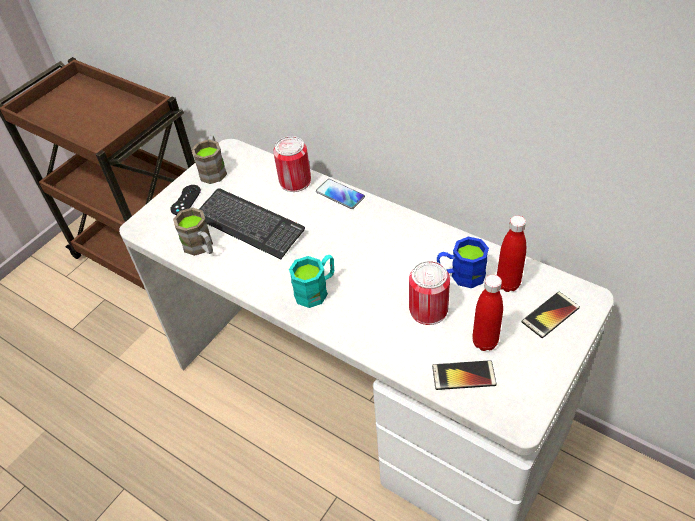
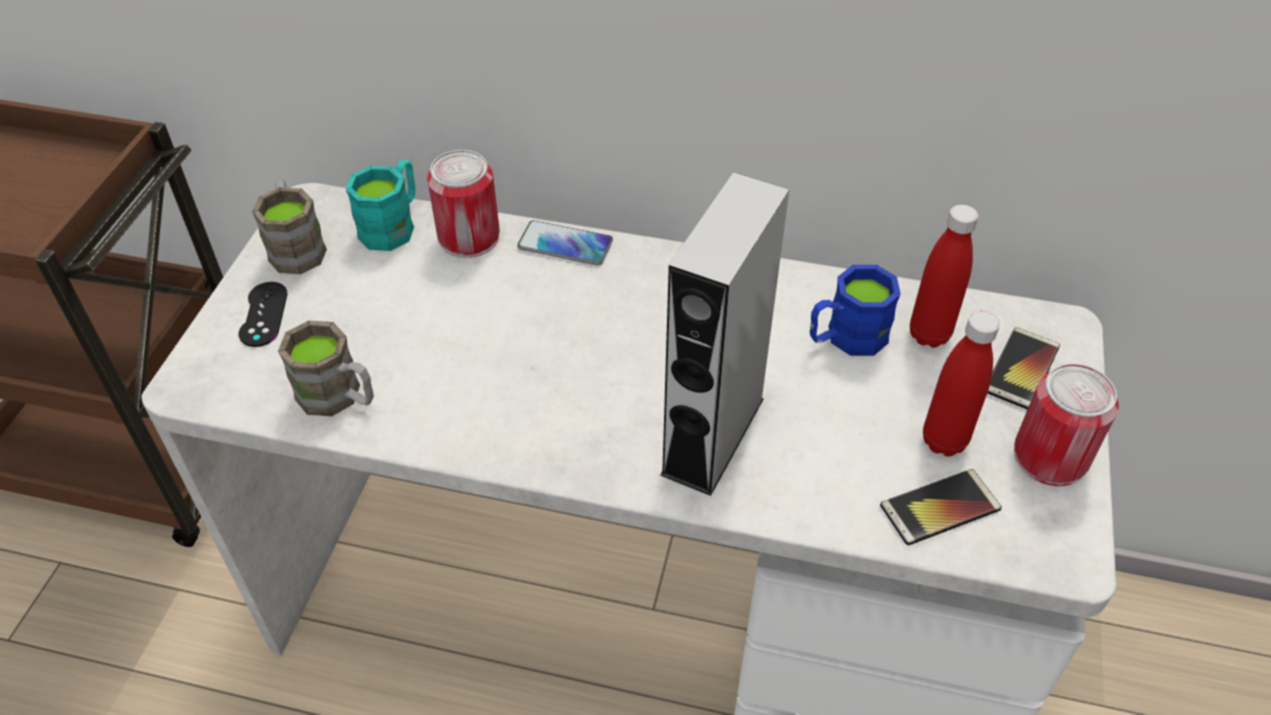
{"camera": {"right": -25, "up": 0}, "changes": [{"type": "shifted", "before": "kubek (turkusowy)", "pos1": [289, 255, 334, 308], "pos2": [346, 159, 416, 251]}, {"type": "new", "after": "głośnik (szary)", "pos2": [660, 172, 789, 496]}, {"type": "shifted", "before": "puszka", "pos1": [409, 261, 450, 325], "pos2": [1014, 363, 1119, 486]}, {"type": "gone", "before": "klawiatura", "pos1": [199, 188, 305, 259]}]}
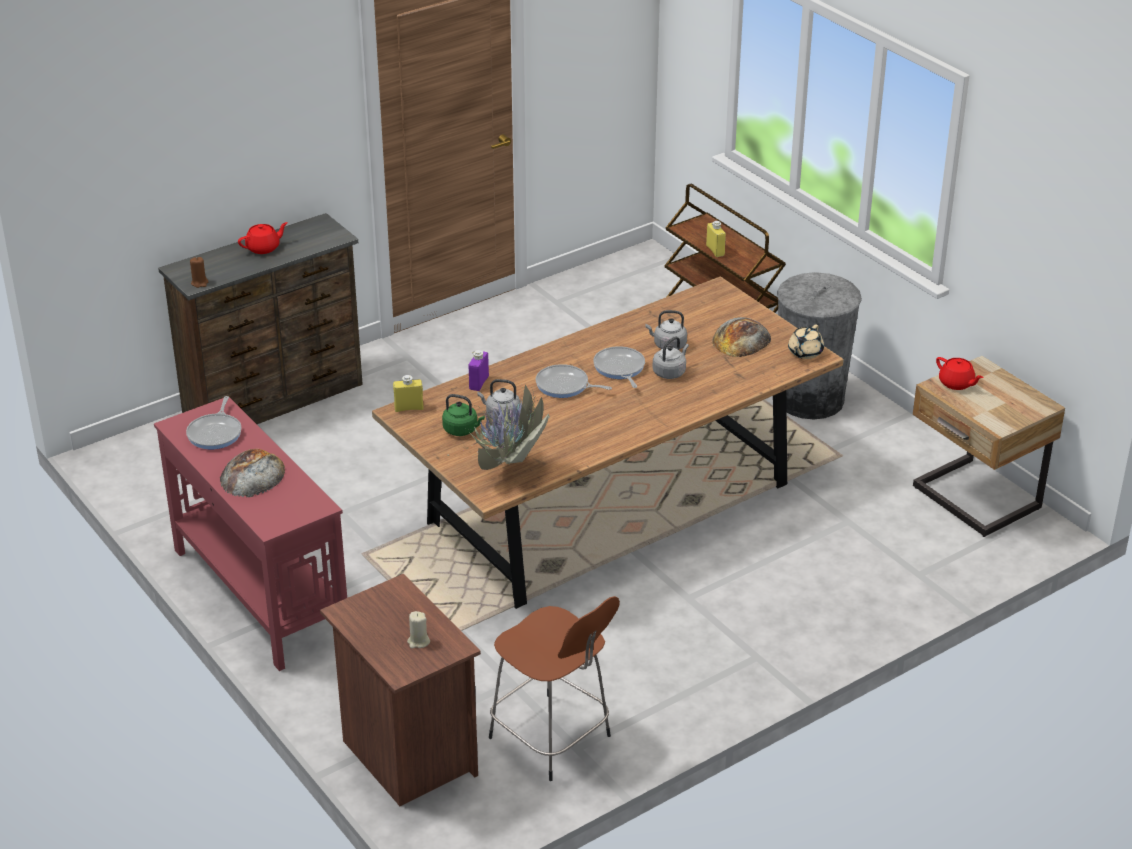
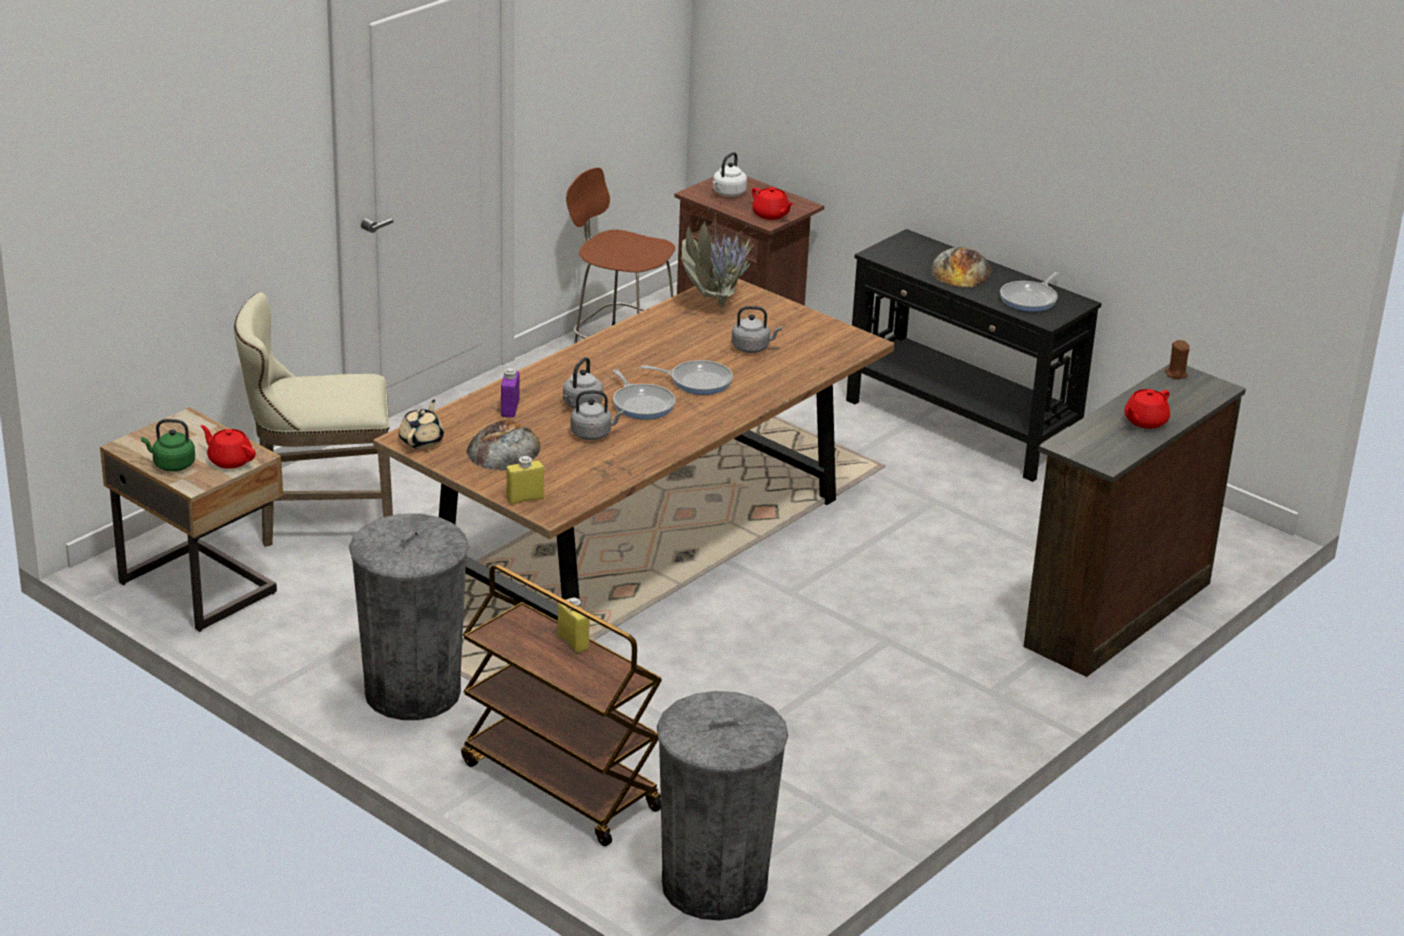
{"camera": {"right": 165, "up": -5}, "changes": [{"type": "shifted", "before": "czajnik (zielony)", "pos1": [442, 394, 485, 436], "pos2": [141, 419, 195, 471]}, {"type": "new", "after": "stołek (beżowy)", "pos2": [234, 293, 393, 547]}, {"type": "shifted", "before": "butelka (fioletowy)", "pos1": [469, 350, 489, 391], "pos2": [501, 368, 519, 418]}, {"type": "shifted", "before": "butelka (żółty)", "pos1": [393, 375, 424, 412], "pos2": [506, 456, 544, 505]}, {"type": "new", "after": "kosz na śmieci (szary)", "pos2": [657, 691, 788, 921]}, {"type": "swapped", "before": "świeca (beżowy)", "after": "czajnik (biały)", "pos1": [407, 611, 430, 648], "pos2": [712, 152, 747, 197]}, {"type": "new", "after": "imbryk (czerwony)", "pos2": [752, 187, 794, 220]}, {"type": "repainted", "before": "stolik konsolowy (czerwony)", "after": "stolik konsolowy (czarny)", "pos1": [154, 396, 347, 671], "pos2": [846, 229, 1102, 482]}, {"type": "rotated", "before": "patelnia", "pos1": [186, 396, 242, 449], "pos2": [1000, 272, 1060, 312], "turn": -135}]}
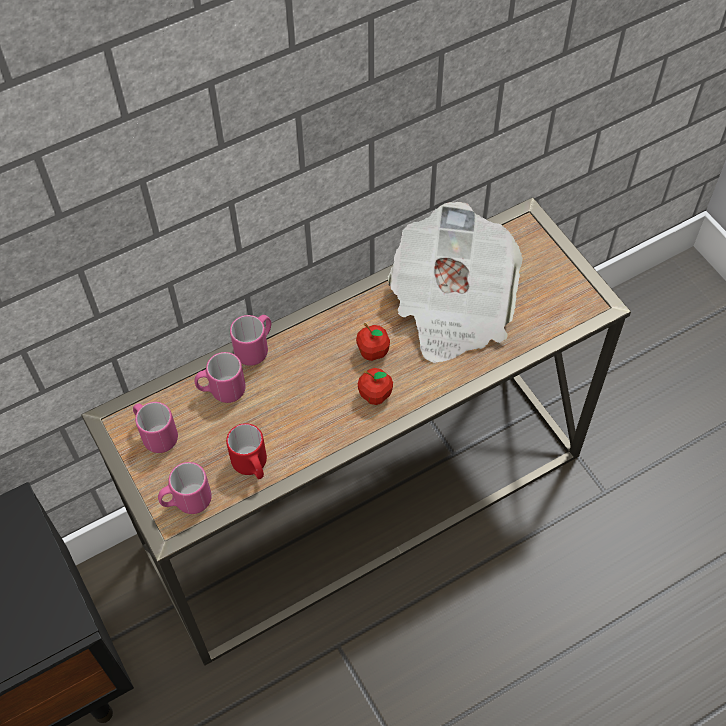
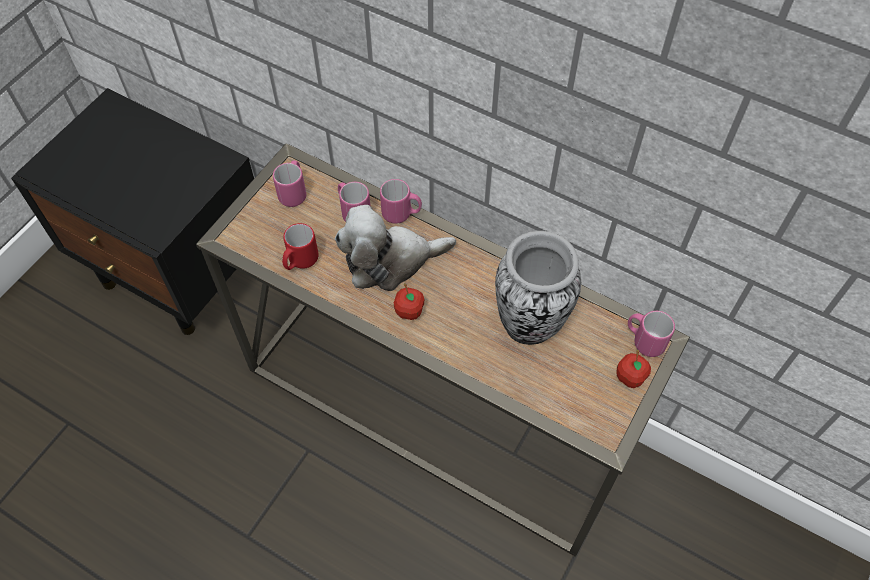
{"camera": {"right": 60, "up": 0}, "changes": [{"type": "new", "after": "pluszak", "pos2": [335, 205, 456, 291]}, {"type": "swapped", "before": "gazeta", "after": "wazon", "pos1": [388, 202, 523, 363], "pos2": [495, 231, 581, 345]}, {"type": "shifted", "before": "jabłko", "pos1": [356, 323, 390, 361], "pos2": [616, 350, 651, 388]}, {"type": "shifted", "before": "kubek (różowy)", "pos1": [158, 462, 212, 514], "pos2": [628, 311, 675, 357]}]}
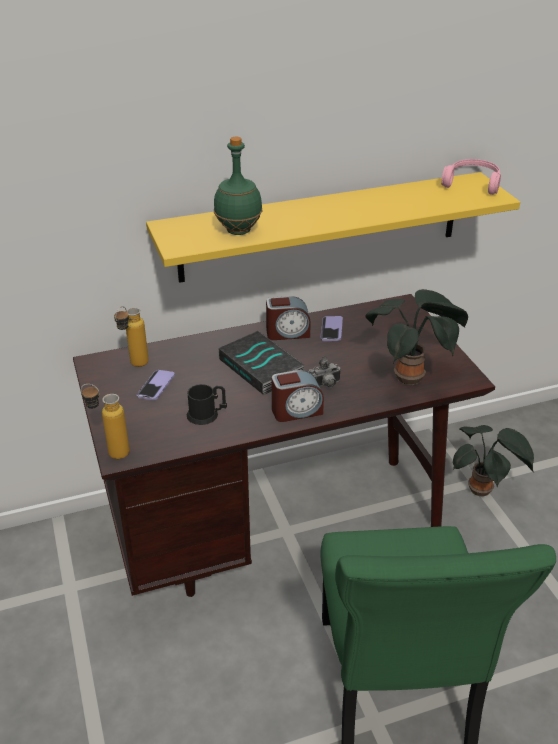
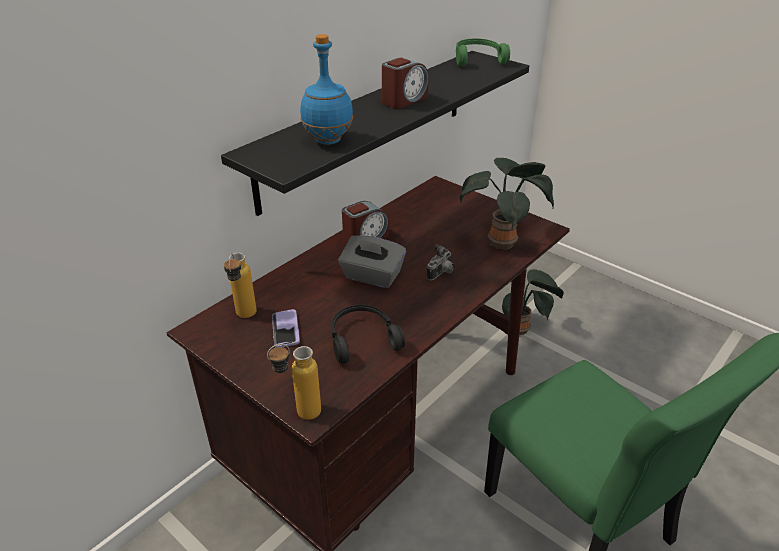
{"camera": {"right": -30, "up": 0}, "changes": [{"type": "repainted", "before": "półka (żółty)", "after": "półka (czarny)", "pos1": [146, 172, 520, 283], "pos2": [221, 51, 529, 216]}, {"type": "repainted", "before": "butelka (zielony)", "after": "butelka (niebieski)", "pos1": [214, 137, 262, 235], "pos2": [300, 34, 353, 145]}, {"type": "swapped", "before": "kubek (czarny)", "after": "słuchawki (czarny)", "pos1": [187, 384, 227, 425], "pos2": [332, 304, 405, 363]}, {"type": "swapped", "before": "książka", "after": "pudełko chusteczek (szary)", "pos1": [218, 331, 304, 395], "pos2": [338, 235, 406, 288]}, {"type": "shifted", "before": "budzik", "pos1": [272, 370, 324, 422], "pos2": [382, 58, 429, 109]}, {"type": "repainted", "before": "słuchawki (różowy)", "after": "słuchawki (zielony)", "pos1": [441, 159, 501, 195], "pos2": [456, 38, 510, 66]}, {"type": "gone", "before": "telefon", "pos1": [320, 316, 343, 341]}]}
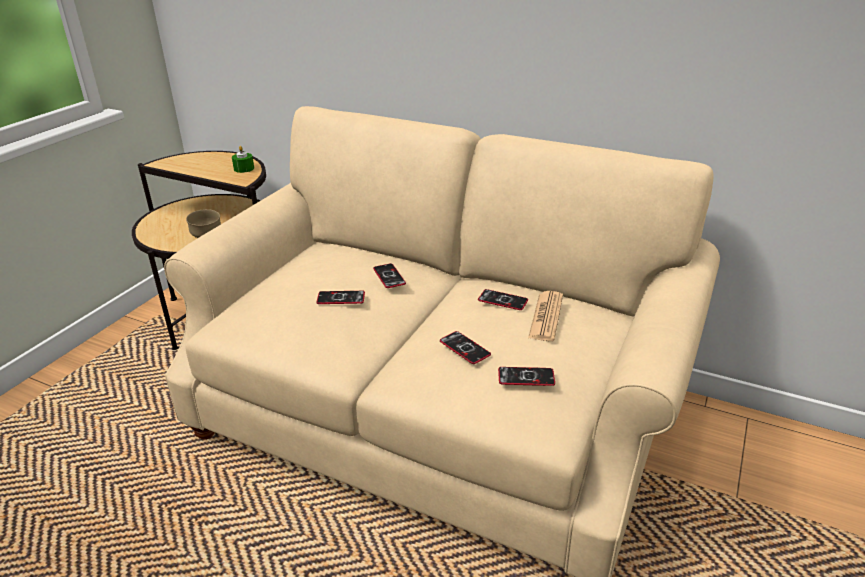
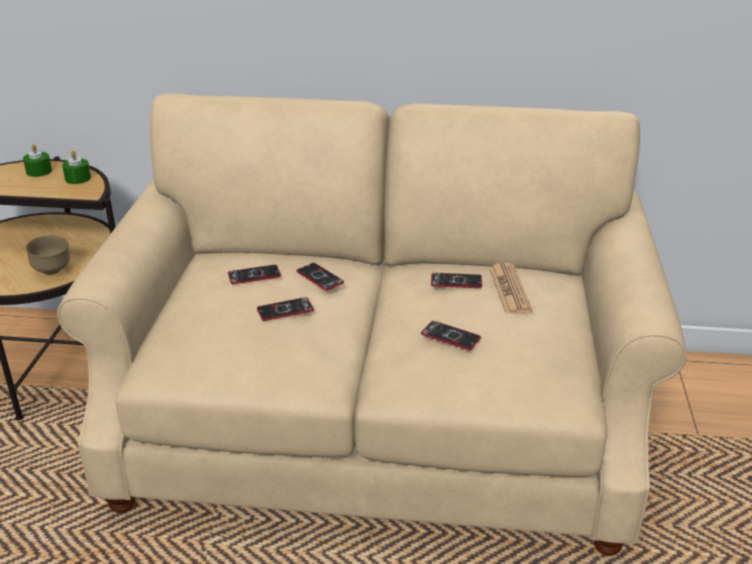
{"camera": {"right": -20, "up": 0}, "changes": [{"type": "new", "after": "świeca (zielony)", "pos2": [23, 144, 52, 177]}, {"type": "shifted", "before": "telefon", "pos1": [498, 367, 555, 386], "pos2": [228, 265, 281, 284]}]}
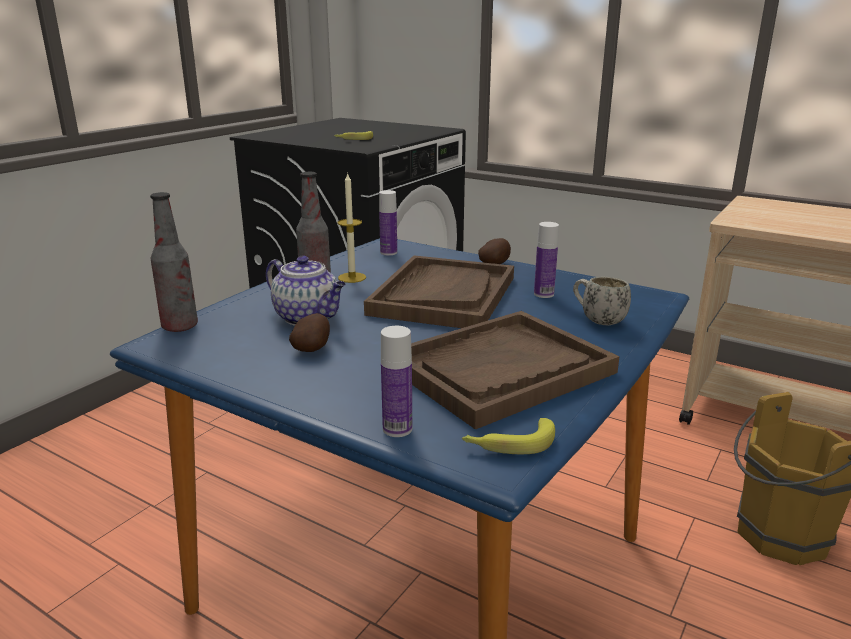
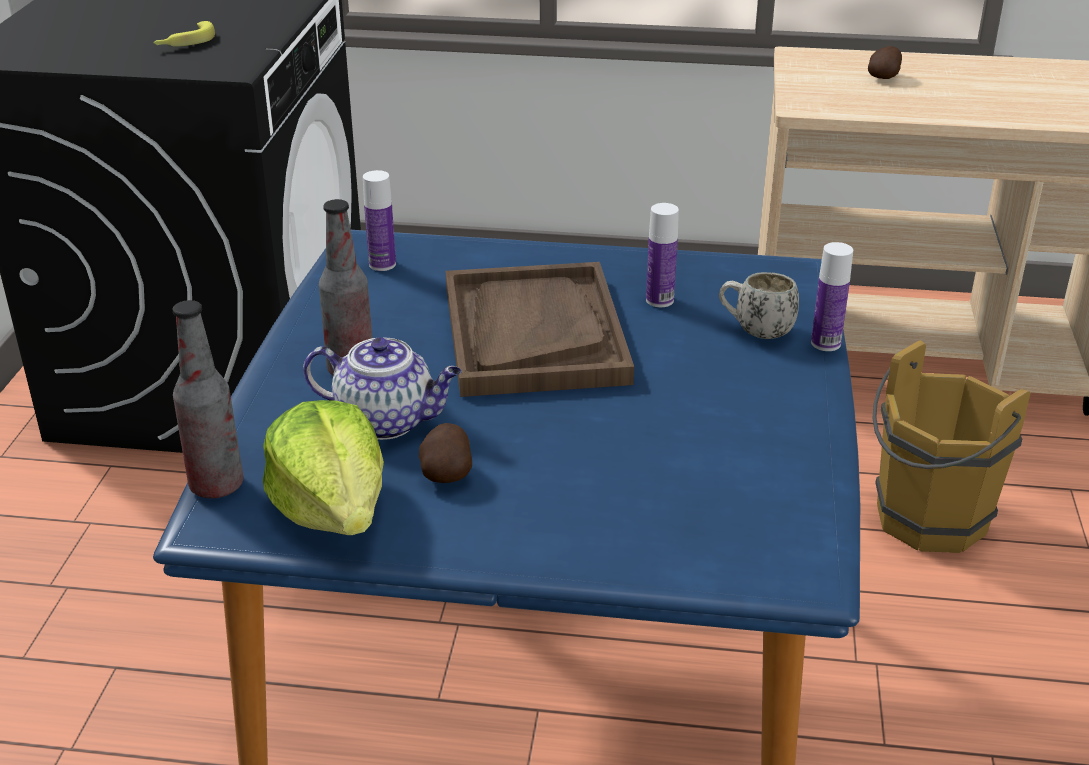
{"camera": {"right": -25, "up": 10}, "changes": [{"type": "new", "after": "sałata", "pos2": [263, 400, 384, 535]}, {"type": "shifted", "before": "butelka", "pos1": [381, 326, 412, 437], "pos2": [811, 242, 853, 351]}, {"type": "shifted", "before": "ziemniak", "pos1": [478, 238, 511, 264], "pos2": [868, 46, 902, 79]}, {"type": "gone", "before": "świeca", "pos1": [338, 172, 366, 283]}, {"type": "gone", "before": "taca (brązowy)", "pos1": [411, 311, 620, 430]}, {"type": "gone", "before": "banan", "pos1": [462, 418, 555, 454]}]}
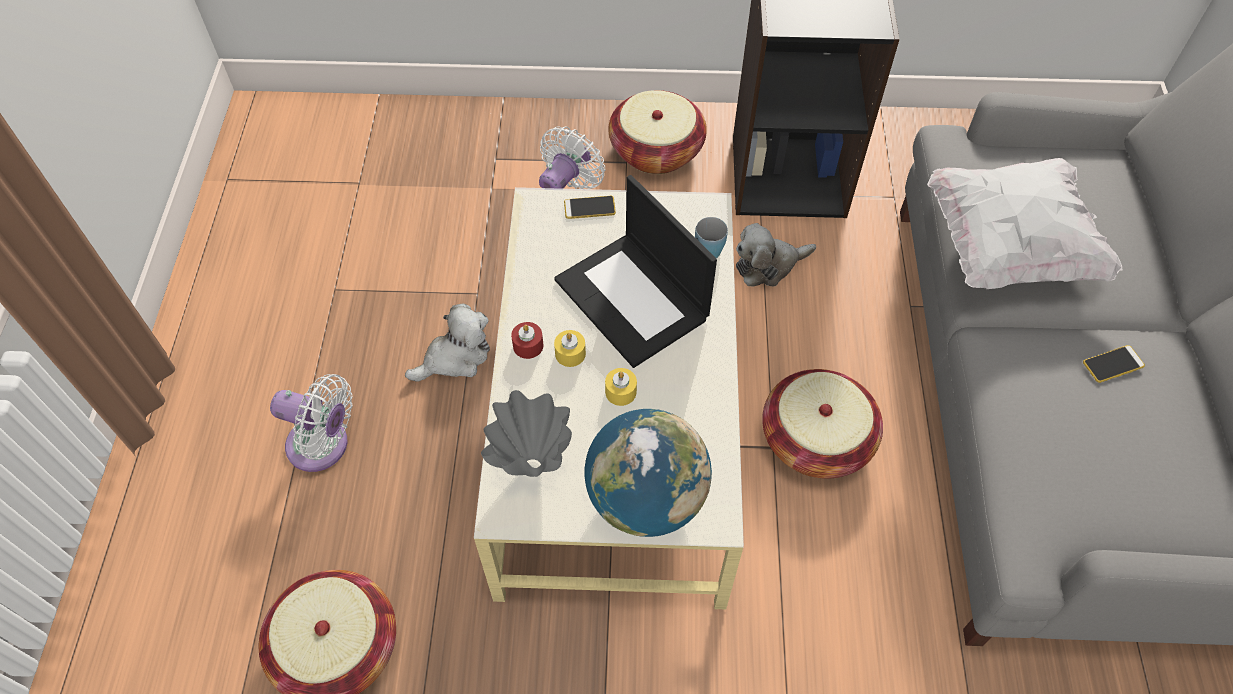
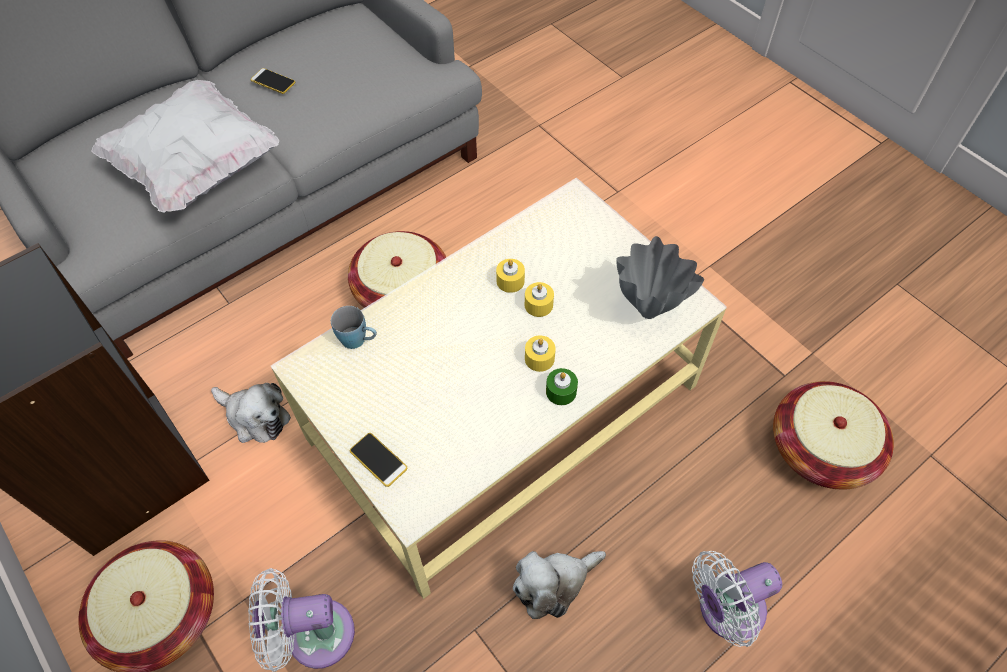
{"camera": {"right": -130, "up": 0}, "changes": [{"type": "new", "after": "świeca (żółty)", "pos2": [496, 259, 525, 293]}, {"type": "rotated", "before": "pluszak", "pos1": [405, 304, 490, 382], "pos2": [513, 551, 606, 619], "turn": -45}, {"type": "repainted", "before": "świeca (czerwony)", "after": "świeca (zielony)", "pos1": [511, 322, 543, 359], "pos2": [546, 368, 578, 405]}, {"type": "rotated", "before": "wentylator (biały)", "pos1": [270, 374, 353, 472], "pos2": [692, 551, 782, 647], "turn": -90}, {"type": "gone", "before": "laptop", "pos1": [554, 175, 717, 368]}, {"type": "gone", "before": "globus", "pos1": [584, 409, 712, 537]}]}
